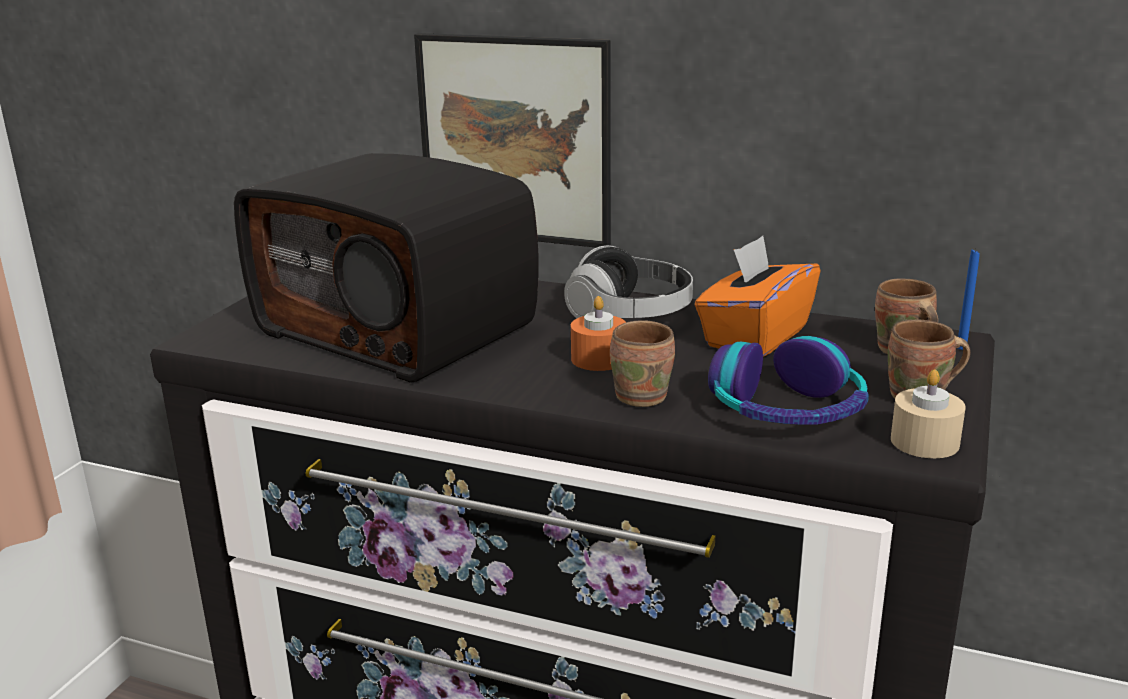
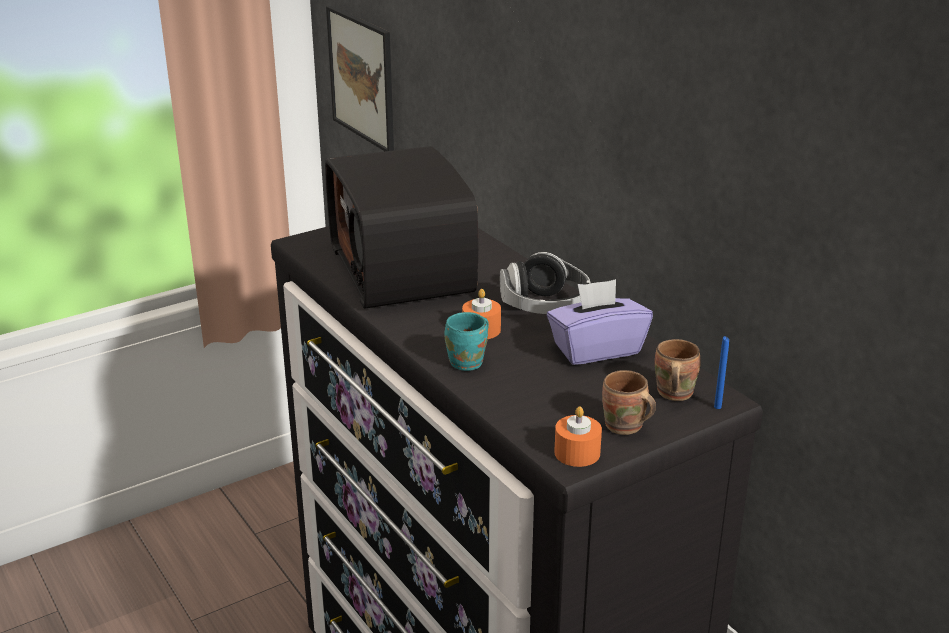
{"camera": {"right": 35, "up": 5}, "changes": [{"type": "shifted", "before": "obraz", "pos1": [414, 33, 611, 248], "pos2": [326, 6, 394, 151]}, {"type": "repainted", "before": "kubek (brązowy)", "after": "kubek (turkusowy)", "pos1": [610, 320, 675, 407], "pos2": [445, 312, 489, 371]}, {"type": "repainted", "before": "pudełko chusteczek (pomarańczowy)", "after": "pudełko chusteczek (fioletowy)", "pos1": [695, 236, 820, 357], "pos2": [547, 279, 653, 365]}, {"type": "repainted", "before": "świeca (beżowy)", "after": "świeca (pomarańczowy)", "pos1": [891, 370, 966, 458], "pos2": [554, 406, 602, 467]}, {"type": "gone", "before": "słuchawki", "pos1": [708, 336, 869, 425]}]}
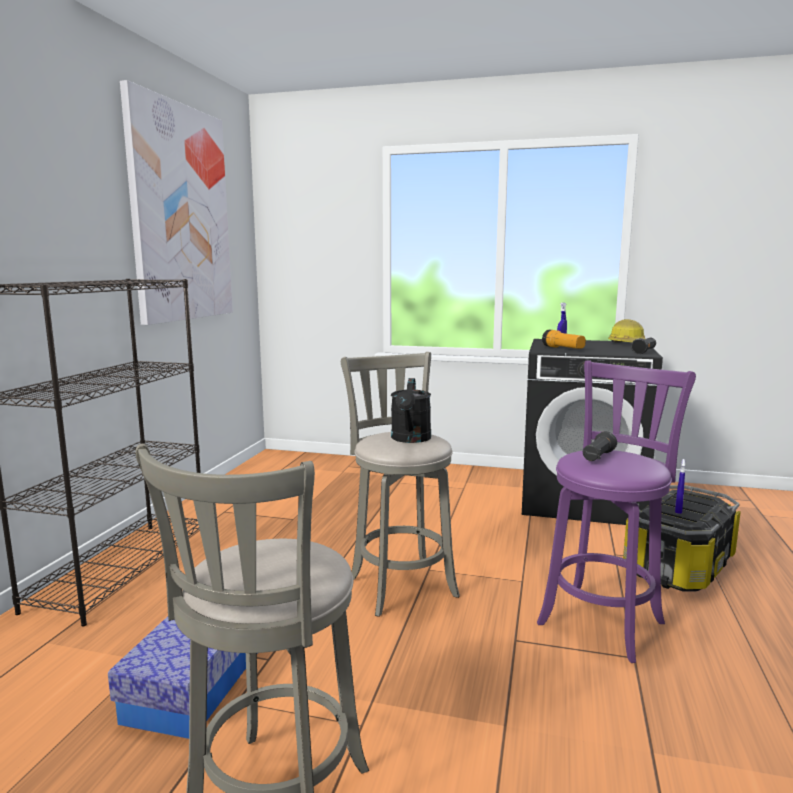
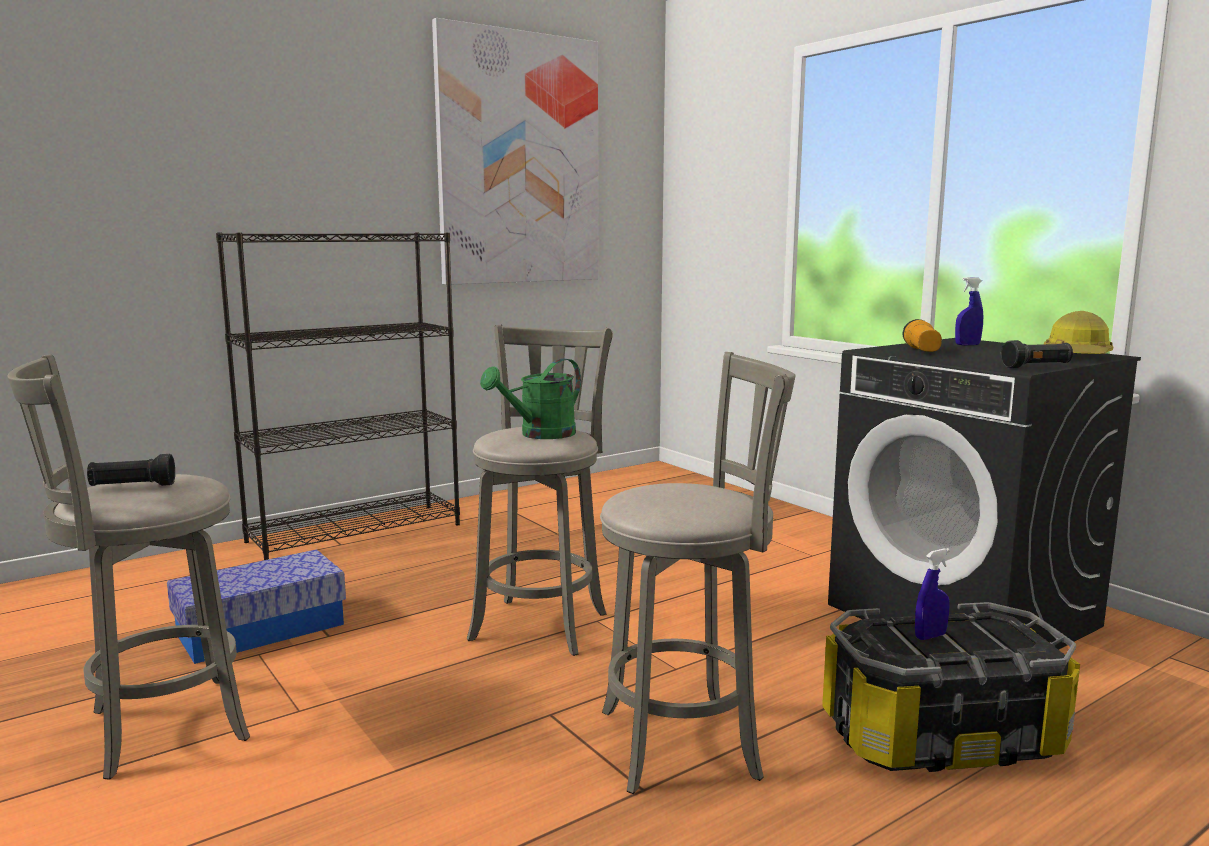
{"camera": {"right": 40, "up": 0}, "changes": [{"type": "shifted", "before": "latarka (czarny)", "pos1": [583, 431, 617, 461], "pos2": [87, 454, 175, 486]}, {"type": "repainted", "before": "konewka (czarny)", "after": "konewka (zielony)", "pos1": [391, 378, 431, 443], "pos2": [480, 358, 581, 439]}, {"type": "repainted", "before": "stołek (fioletowy)", "after": "stołek (szary)", "pos1": [537, 361, 696, 663], "pos2": [600, 352, 795, 794]}]}
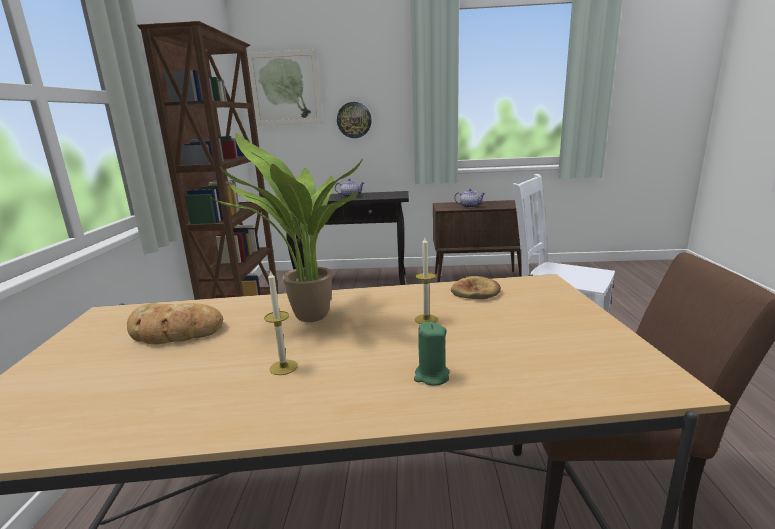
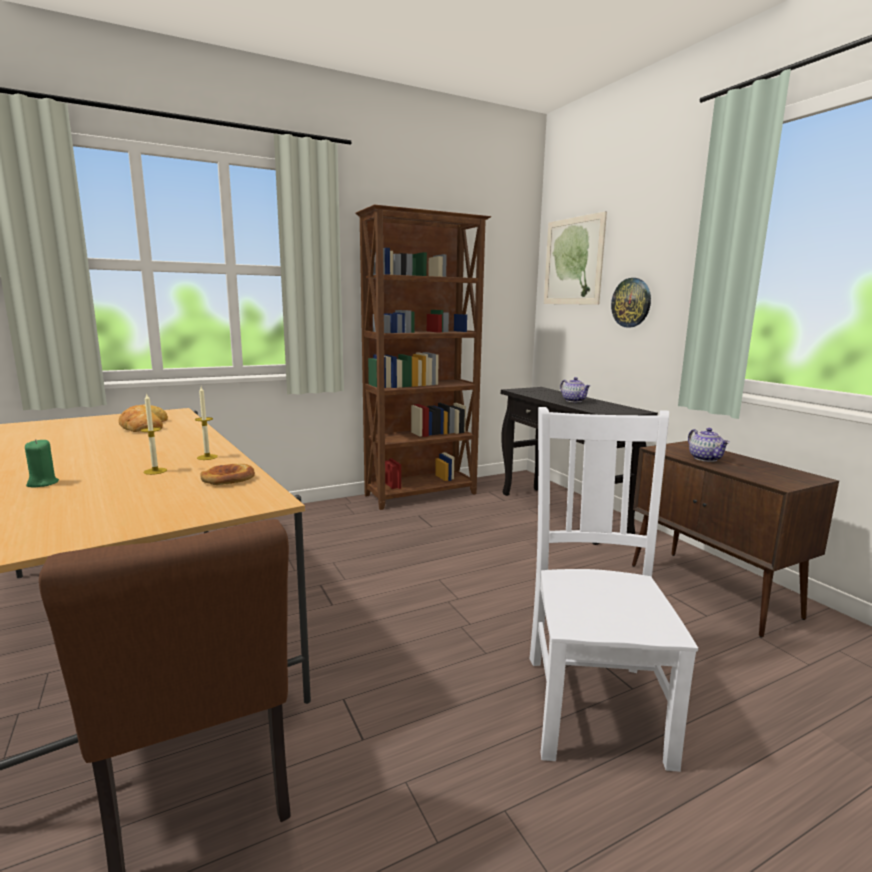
{"camera": {"right": 60, "up": -5}, "changes": [{"type": "shifted", "before": "świeca", "pos1": [264, 270, 298, 375], "pos2": [195, 387, 218, 460]}, {"type": "gone", "before": "roślina doniczkowa", "pos1": [209, 133, 363, 322]}]}
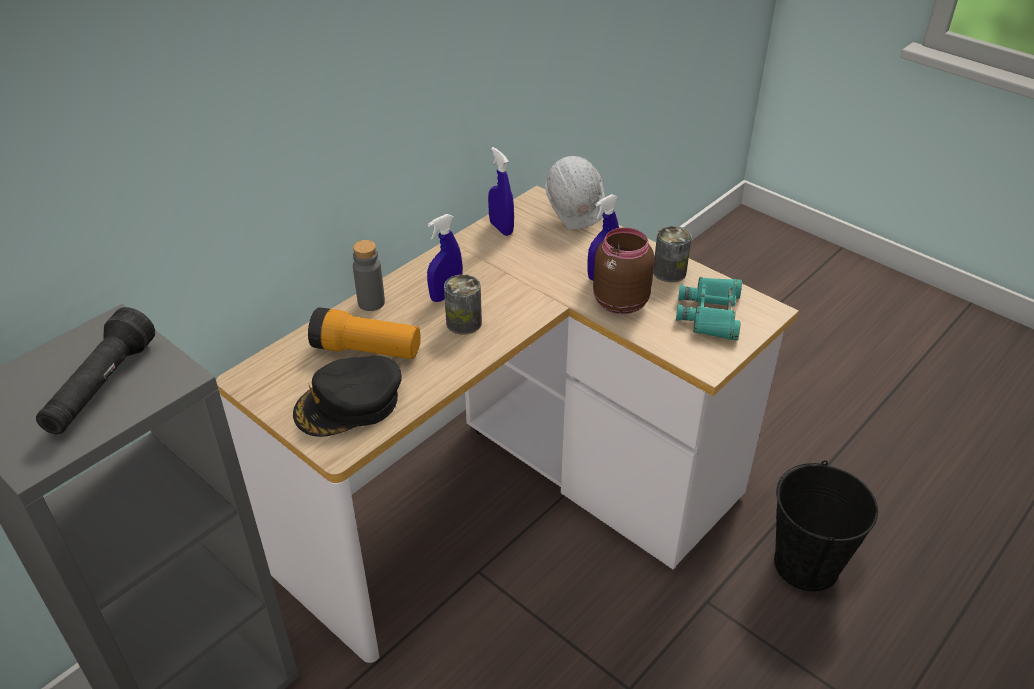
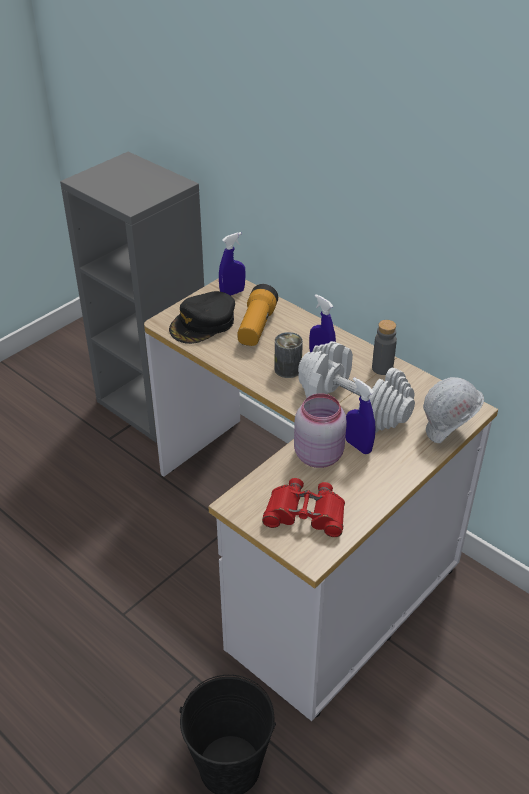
{"camera": {"right": 90, "up": 0}, "changes": [{"type": "rotated", "before": "czapka z daszkiem (czarny)", "pos1": [293, 356, 402, 437], "pos2": [169, 291, 235, 344], "turn": -105}, {"type": "shifted", "before": "spryskiwacz (niebieski)", "pos1": [488, 147, 514, 236], "pos2": [219, 232, 246, 296]}, {"type": "repainted", "before": "lornetka (turkusowy)", "after": "lornetka (czerwony)", "pos1": [676, 277, 742, 341], "pos2": [262, 478, 345, 537]}, {"type": "repainted", "before": "słoik (brązowy)", "after": "słoik (różowy)", "pos1": [593, 228, 655, 314], "pos2": [294, 394, 347, 468]}, {"type": "new", "after": "hantel (biały)", "pos2": [298, 341, 415, 433]}, {"type": "shifted", "before": "butelka (szary)", "pos1": [353, 240, 385, 311], "pos2": [372, 320, 397, 375]}, {"type": "gone", "before": "latarka (czarny)", "pos1": [36, 307, 155, 434]}, {"type": "gone", "before": "puszka", "pos1": [653, 226, 692, 282]}]}
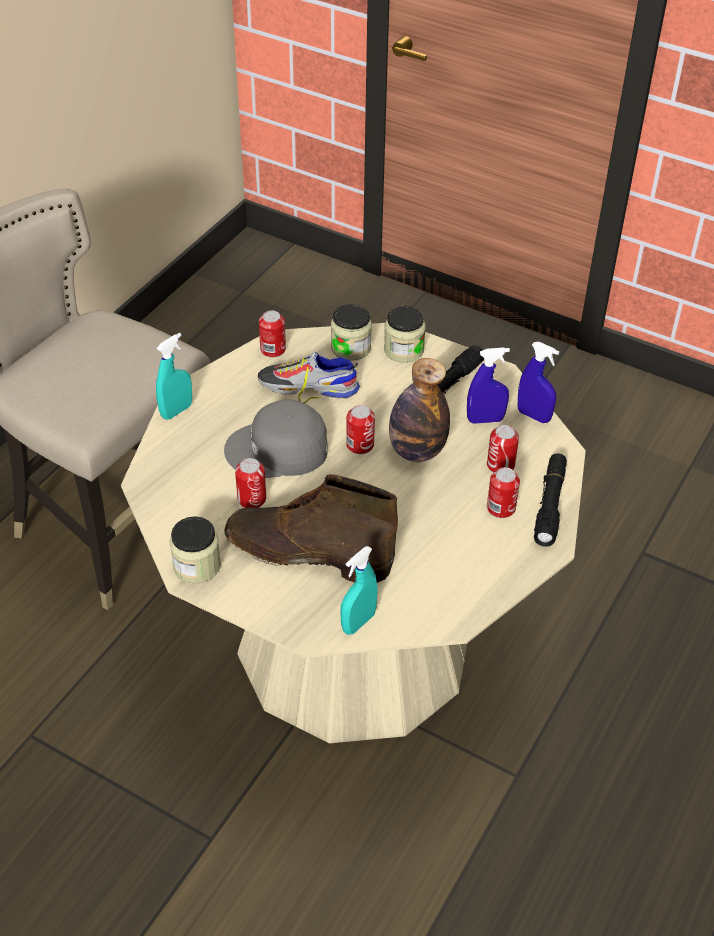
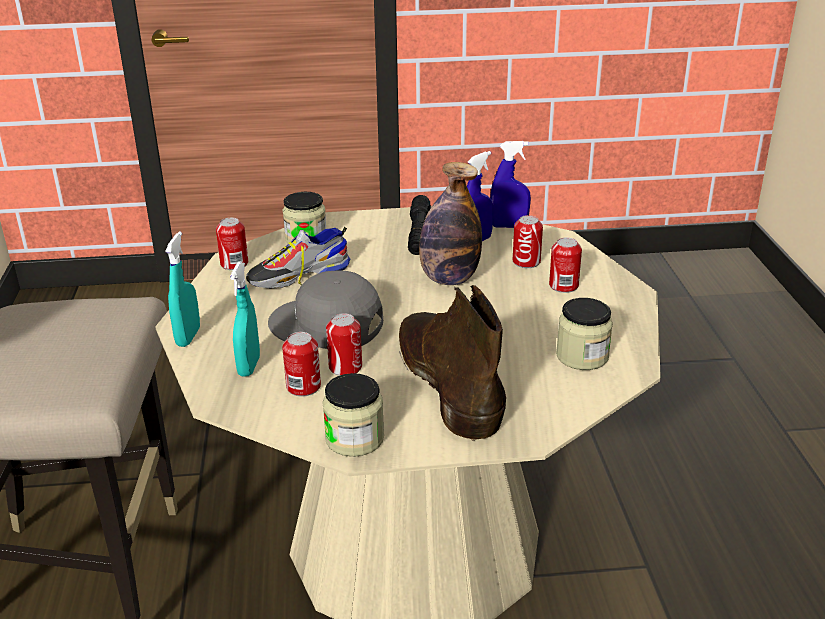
{"camera": {"right": -35, "up": -15}, "changes": [{"type": "shifted", "before": "spryskiwacz (turkusowy)", "pos1": [340, 546, 378, 635], "pos2": [230, 262, 260, 377]}, {"type": "rotated", "before": "czapka z daszkiem (szary)", "pos1": [224, 399, 328, 478], "pos2": [268, 271, 383, 349], "turn": 60}, {"type": "shifted", "before": "puszka", "pos1": [346, 405, 375, 454], "pos2": [282, 332, 321, 397]}, {"type": "rotated", "before": "but z cholewką (brązowy)", "pos1": [224, 474, 398, 583], "pos2": [399, 285, 506, 441], "turn": 90}, {"type": "shifted", "before": "słoik", "pos1": [384, 306, 426, 363], "pos2": [556, 298, 613, 370]}, {"type": "gone", "before": "latarka (czarny)", "pos1": [534, 453, 567, 547]}]}
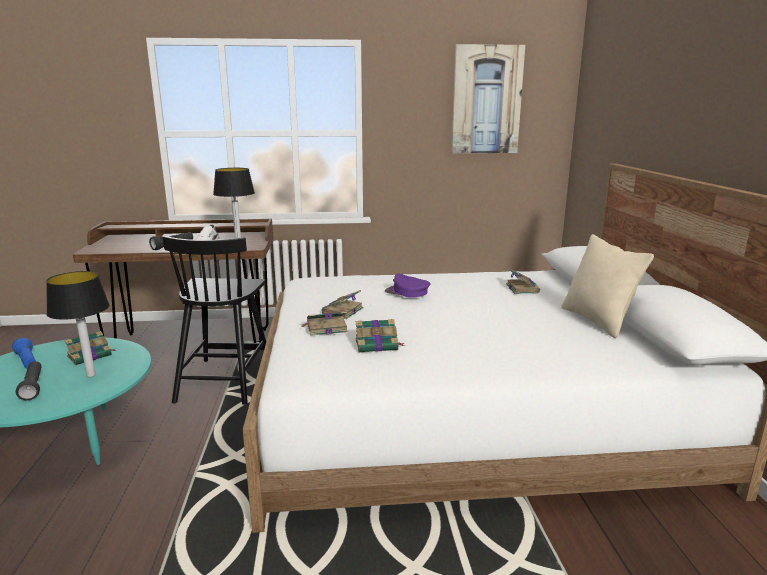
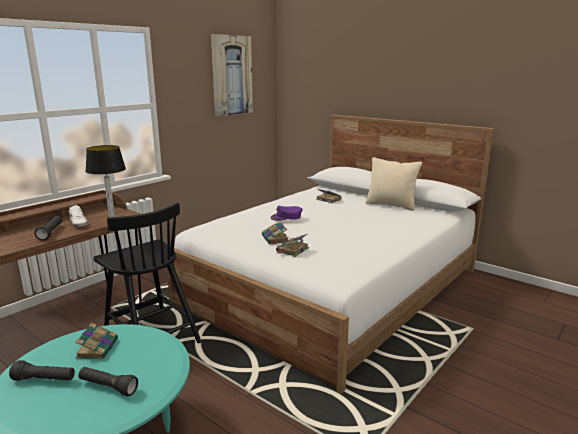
{"camera": {"right": -45, "up": 0}, "changes": [{"type": "repainted", "before": "latarka (niebieski)", "after": "latarka (czarny)", "pos1": [12, 338, 36, 369], "pos2": [9, 360, 75, 381]}, {"type": "gone", "before": "lampa stołowa", "pos1": [46, 271, 110, 377]}, {"type": "gone", "before": "książka", "pos1": [356, 319, 405, 353]}]}
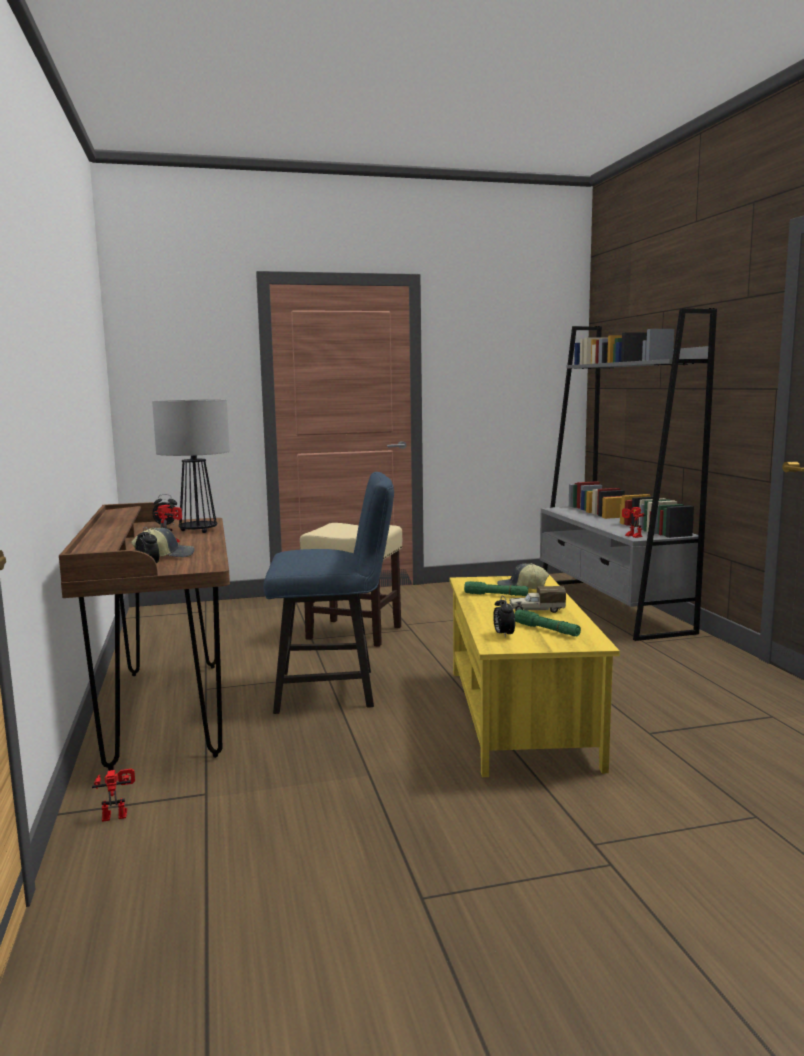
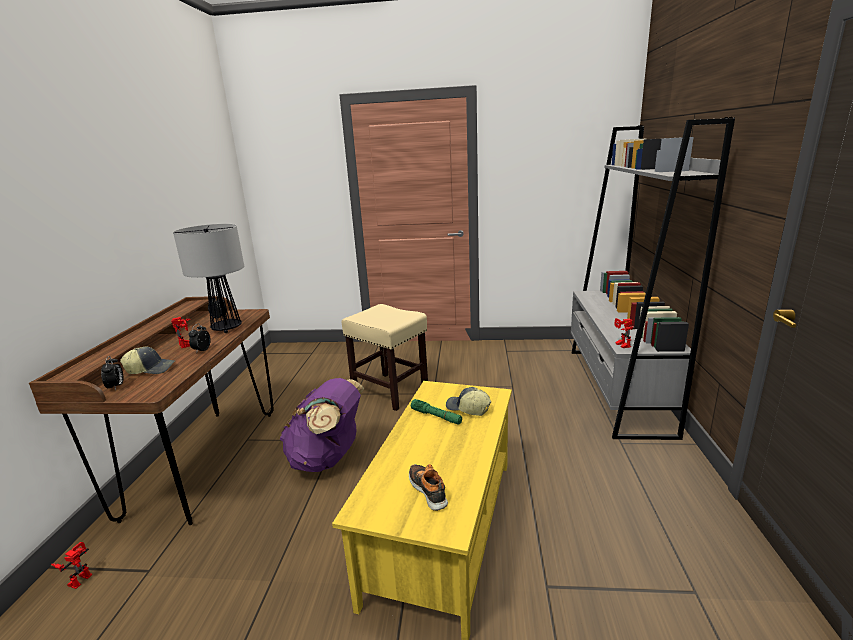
{"camera": {"right": 20, "up": 10}, "changes": [{"type": "rotated", "before": "robot zabawkowy", "pos1": [92, 769, 135, 822], "pos2": [51, 542, 92, 589], "turn": -75}, {"type": "shifted", "before": "budzik", "pos1": [493, 596, 515, 638], "pos2": [189, 323, 211, 351]}, {"type": "swapped", "before": "krzesło (niebieski)", "after": "plecak (fioletowy)", "pos1": [263, 472, 394, 714], "pos2": [280, 378, 364, 472]}, {"type": "swapped", "before": "latarka (zielony)", "after": "but", "pos1": [514, 609, 581, 636], "pos2": [409, 464, 448, 511]}, {"type": "gone", "before": "ciężarówka zabawkowa", "pos1": [509, 586, 566, 613]}]}
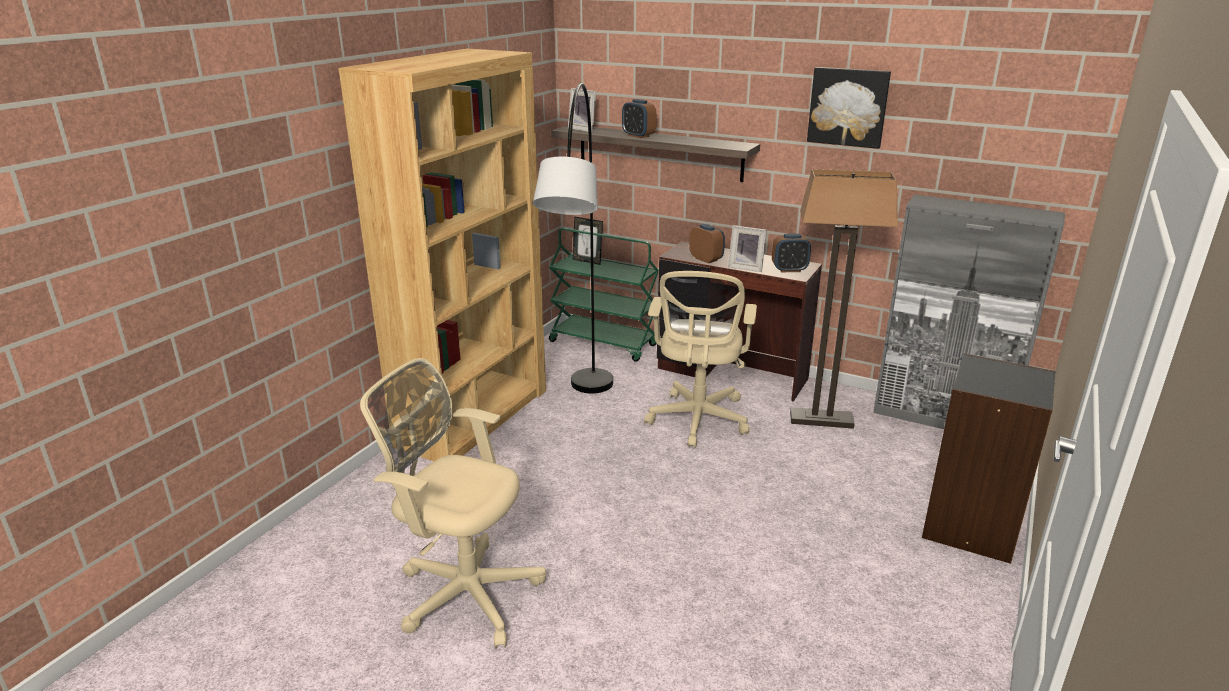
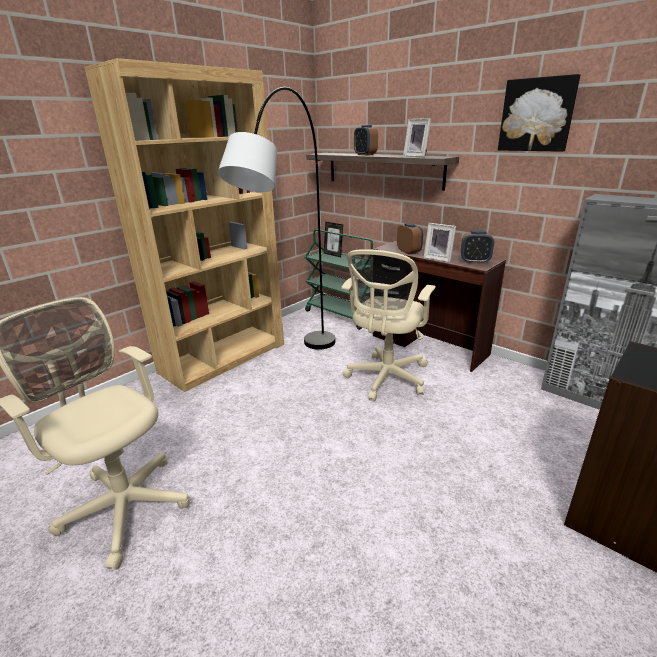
{"camera": {"right": 15, "up": 0}, "changes": [{"type": "shifted", "before": "ramka na zdjęcie", "pos1": [568, 88, 596, 132], "pos2": [403, 118, 431, 157]}, {"type": "gone", "before": "lampa stojąca", "pos1": [790, 169, 898, 429]}]}
